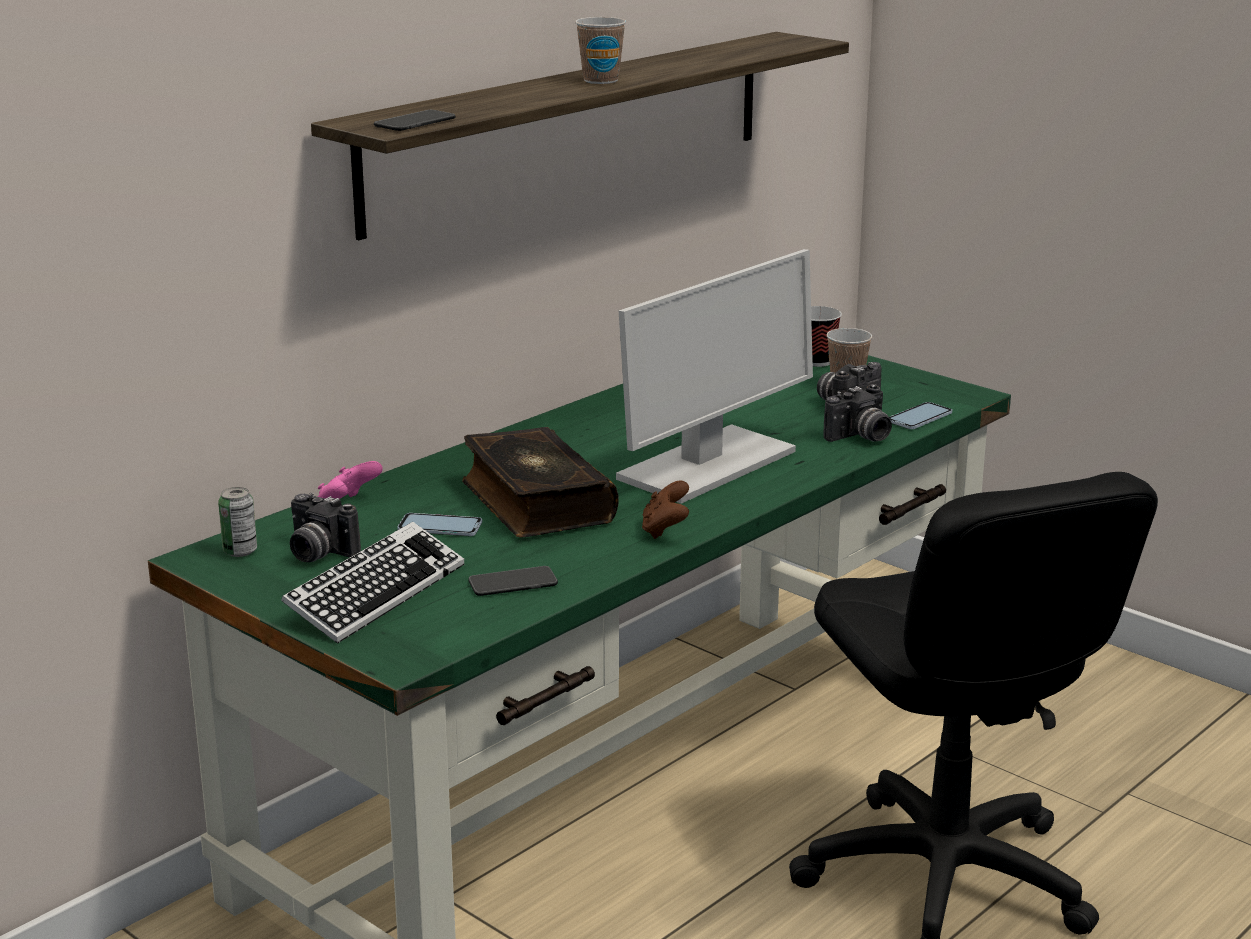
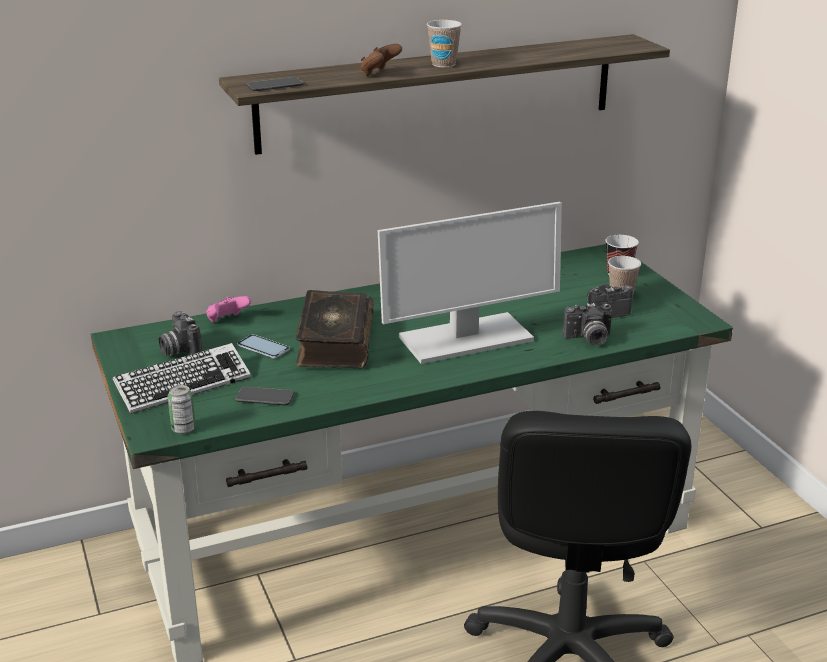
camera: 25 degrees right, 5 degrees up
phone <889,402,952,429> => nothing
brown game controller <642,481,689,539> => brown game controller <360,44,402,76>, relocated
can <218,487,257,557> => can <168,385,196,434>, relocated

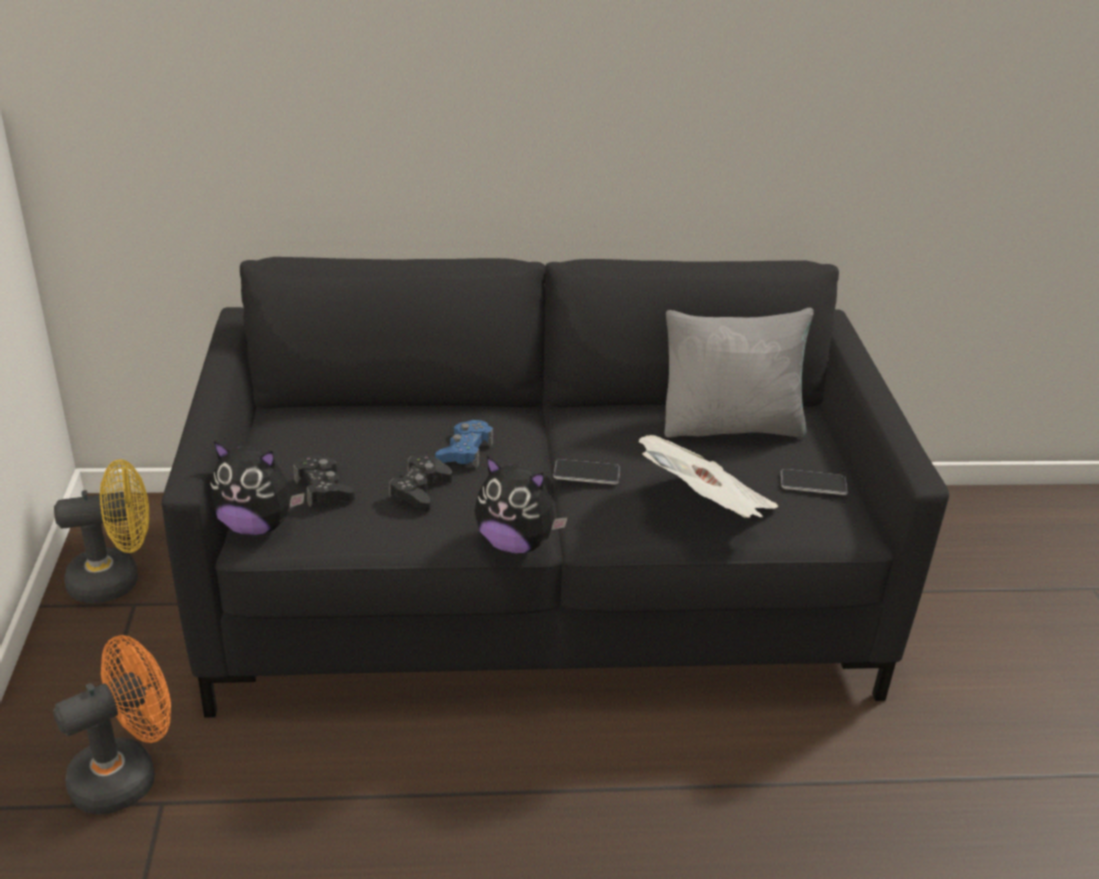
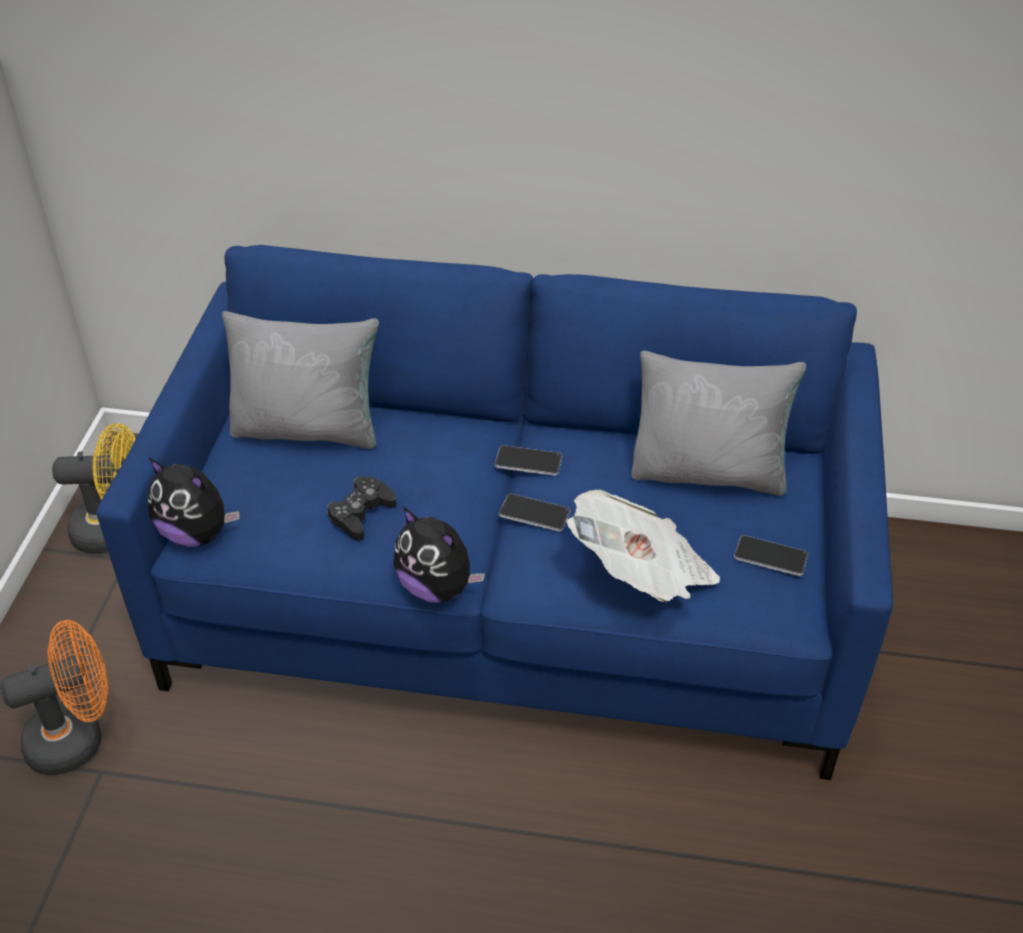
camera: 15 degrees right, 10 degrees up
black sofa <162,257,949,718> => blue sofa <97,245,893,780>
blue game controller <435,420,493,469> => nothing
black game controller <293,455,355,507> => nothing
nothing => grey pillow <222,311,379,449>
nothing => phone <495,445,562,476>

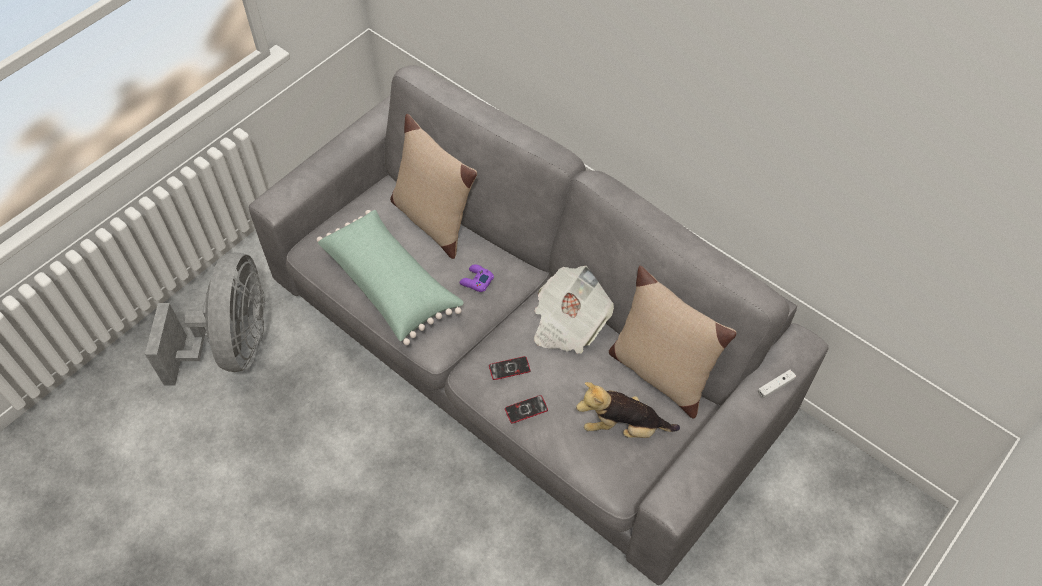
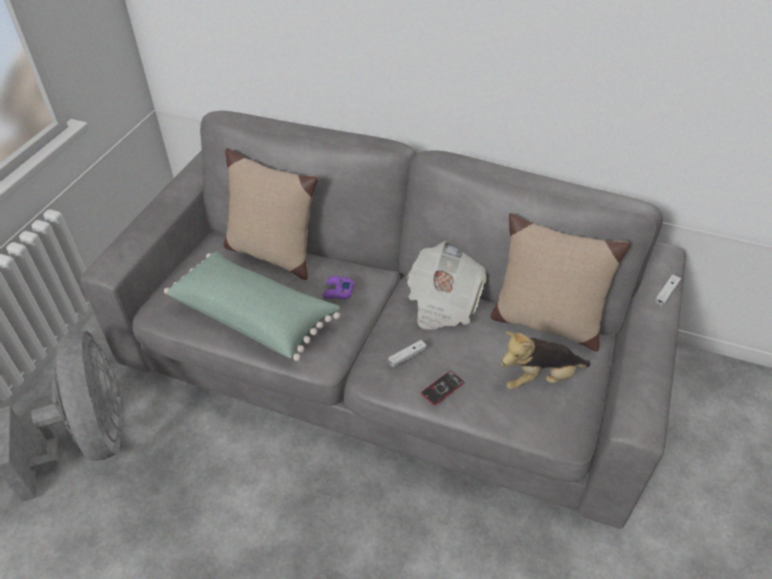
camera: 20 degrees left, 10 degrees down
phone <489,356,531,380> => white game controller <388,340,427,367>

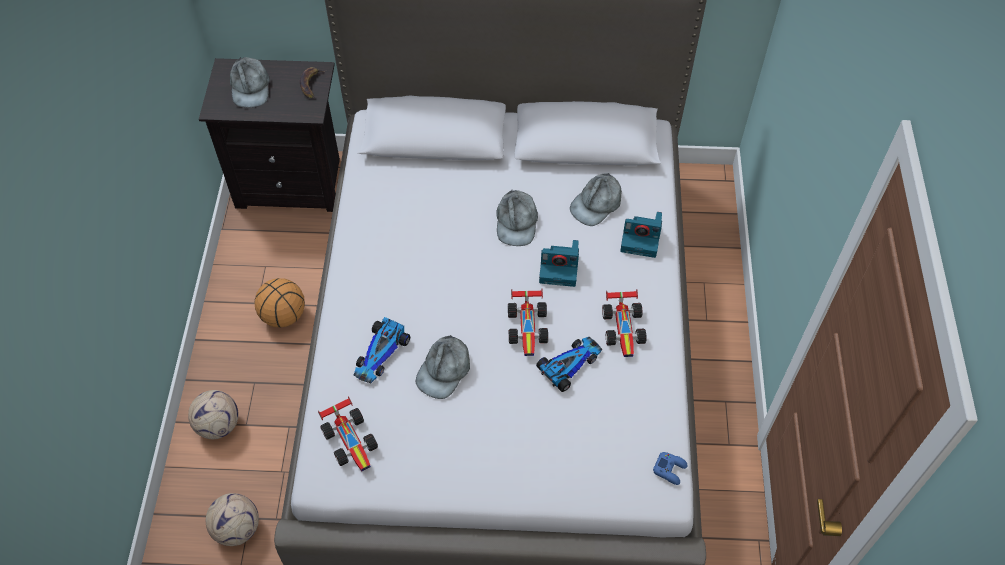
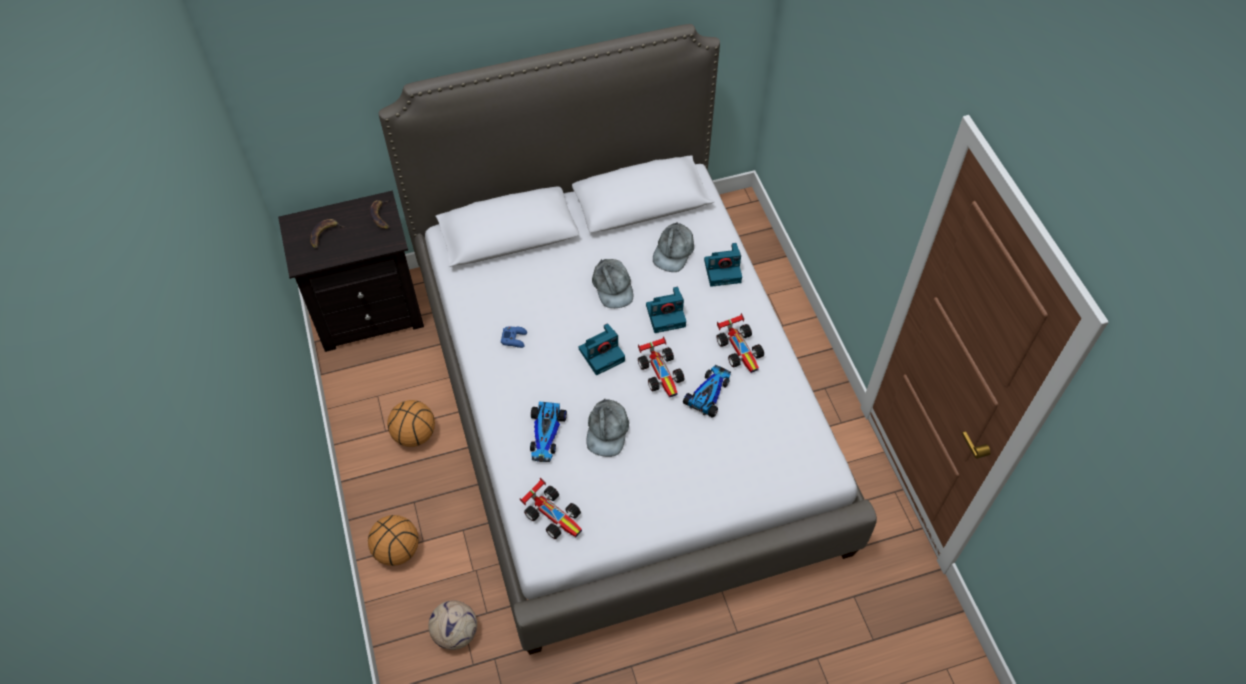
camera: 20 degrees left, 0 degrees up
grey cap <230,57,270,108> => banana <310,219,345,249>
football <188,390,239,439> => basketball <368,515,419,566>
blue game controller <653,452,687,485> => blue game controller <501,326,527,348>, relocated
nothing => photo camera <579,323,625,375>

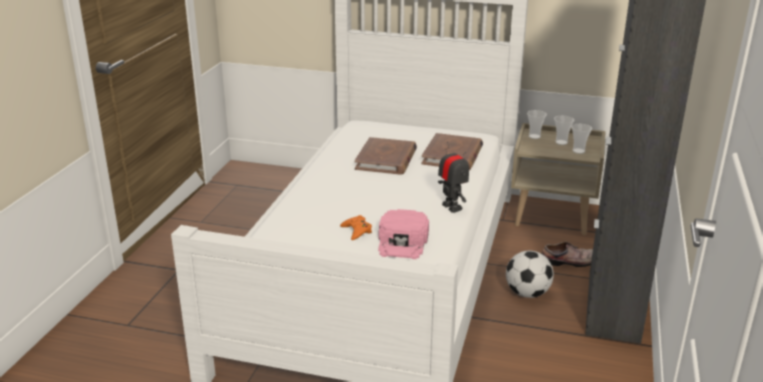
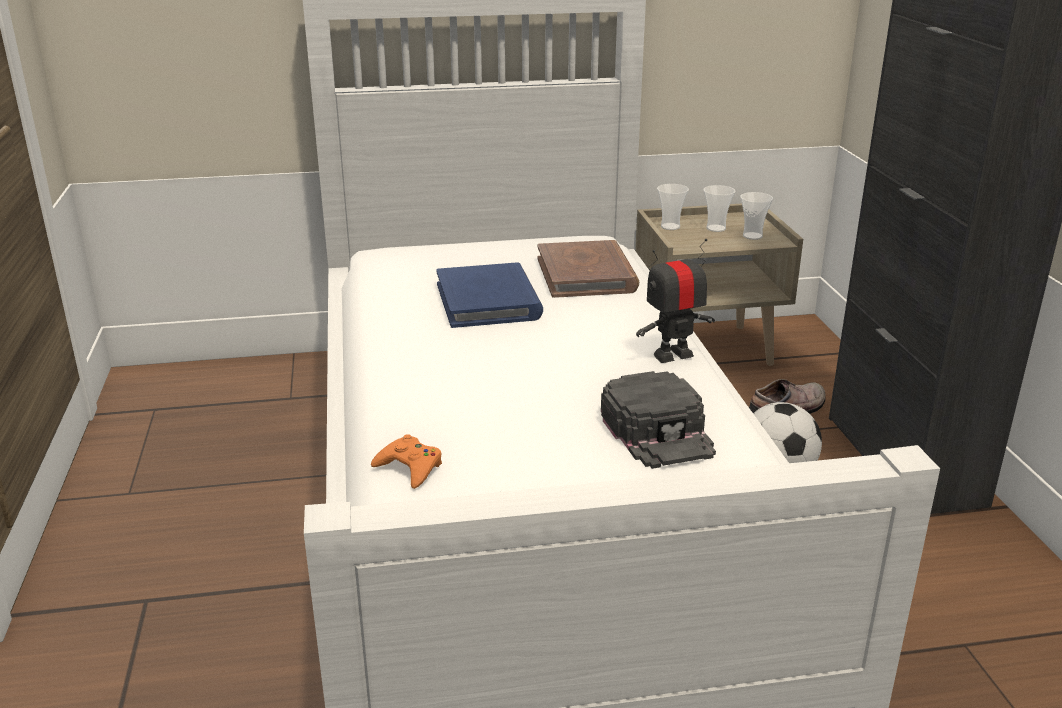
camera: 25 degrees left, 0 degrees up
brown book <355,137,417,175> => blue book <436,262,543,328>
toy robot <438,141,469,213> => toy robot <636,239,715,363>, 60 degrees counterclockwise
pink cap <378,209,429,259> => black cap <601,371,716,469>
orange game controller <340,215,372,240> => orange game controller <371,434,442,489>, relocated

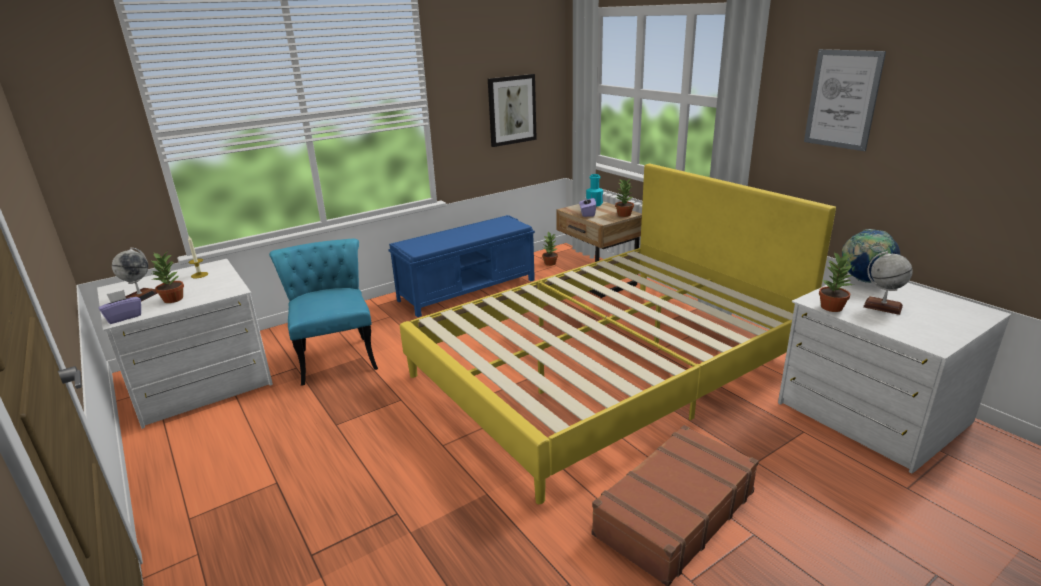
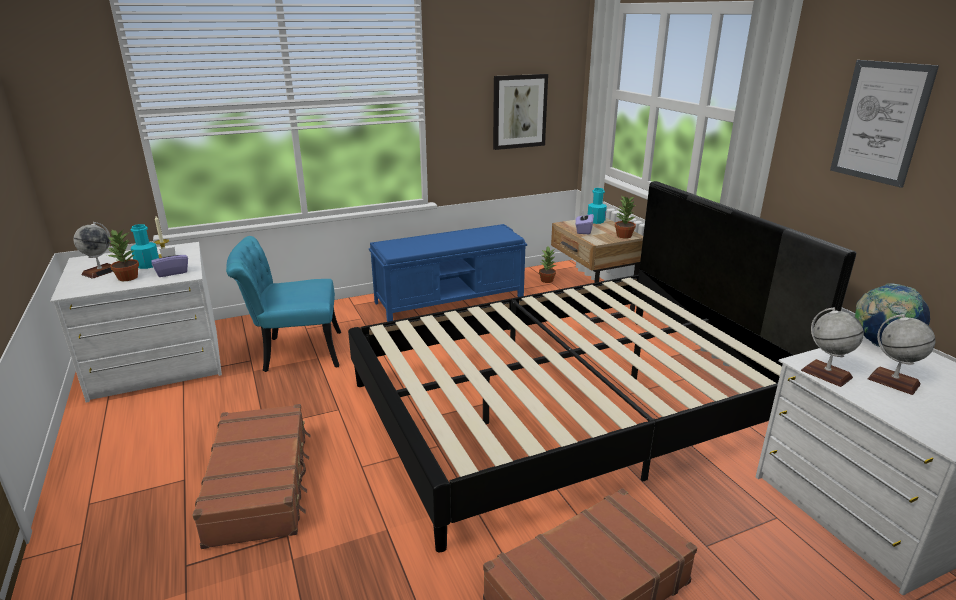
camera: 10 degrees right, 0 degrees up
yellow bed <400,164,836,504> => black bed <348,181,856,552>
turquoise chair <269,239,378,386> => turquoise chair <226,236,341,372>, 90 degrees counterclockwise
potted plant <819,252,853,312> => globe <801,308,864,387>
purple tissue box <99,290,141,324> => purple tissue box <151,247,188,277>, relocated
nothing => turquoise bottle <131,224,159,269>
nothing => brown suitcase <193,404,311,549>

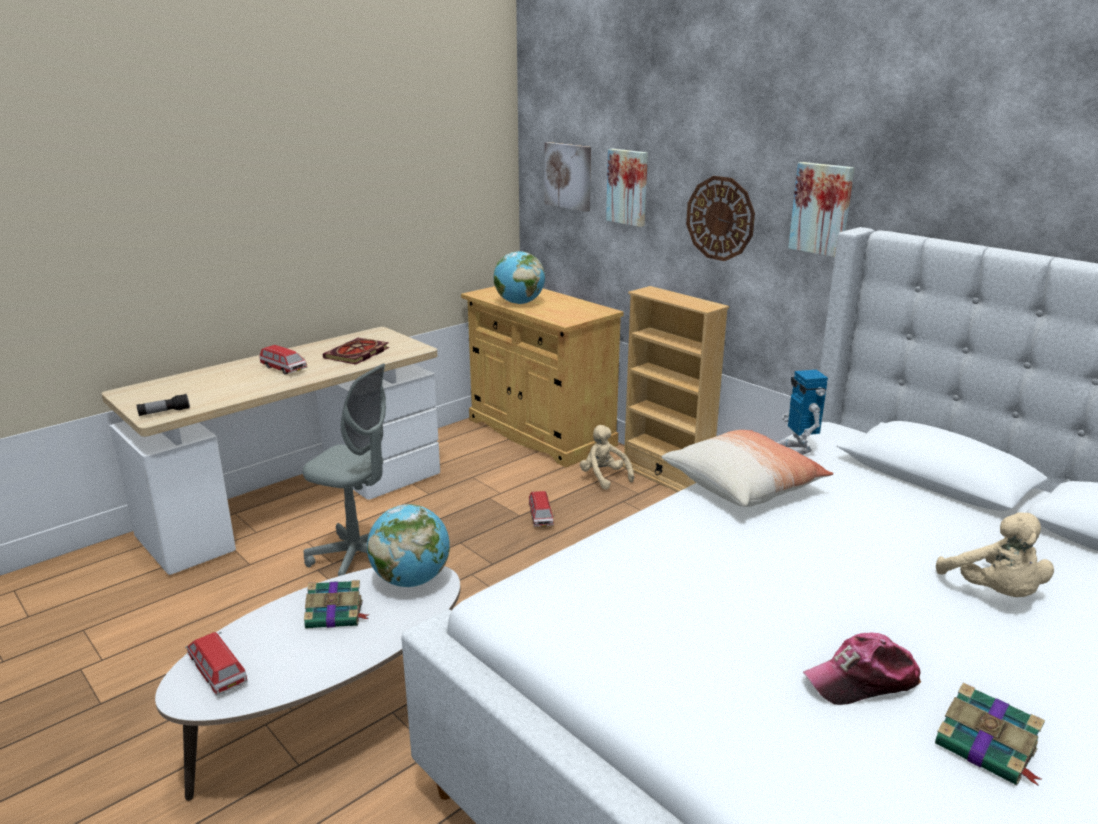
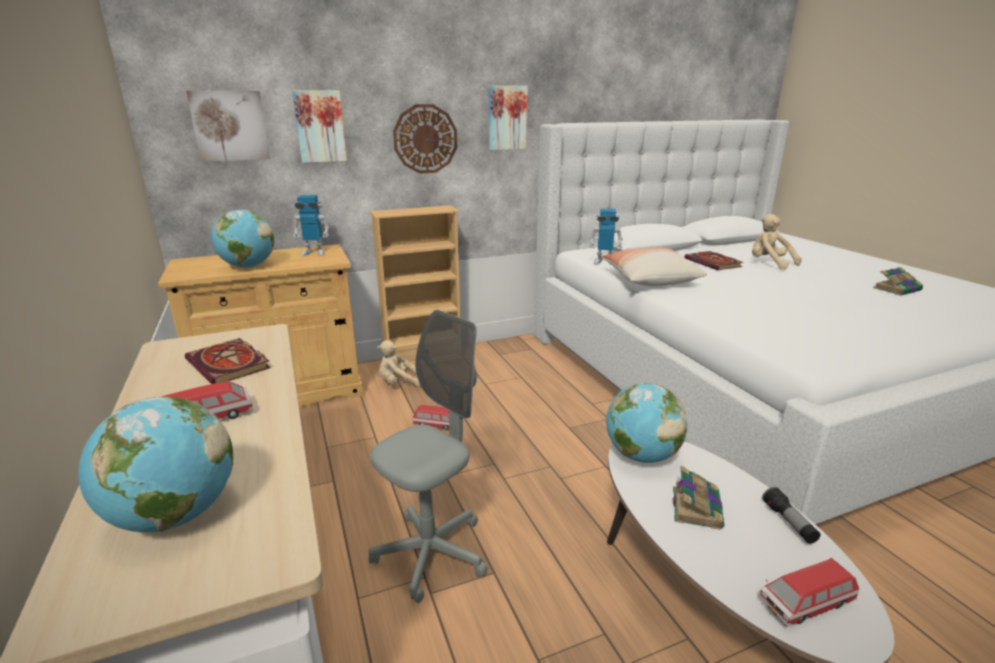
camera: 70 degrees left, 0 degrees up
flashlight <137,394,190,416> => flashlight <762,487,821,544>, relocated
beige plush toy <936,512,1054,597> => beige plush toy <752,214,802,270>, 135 degrees counterclockwise
cap <803,633,921,705> => nothing
nothing => toy robot <293,195,330,257>
nothing => book <684,251,743,270>
nothing => globe <78,396,233,532>

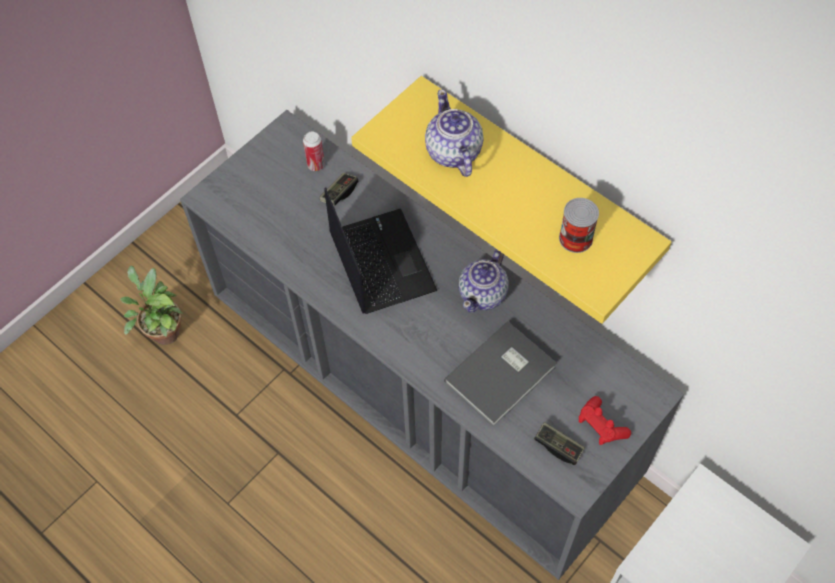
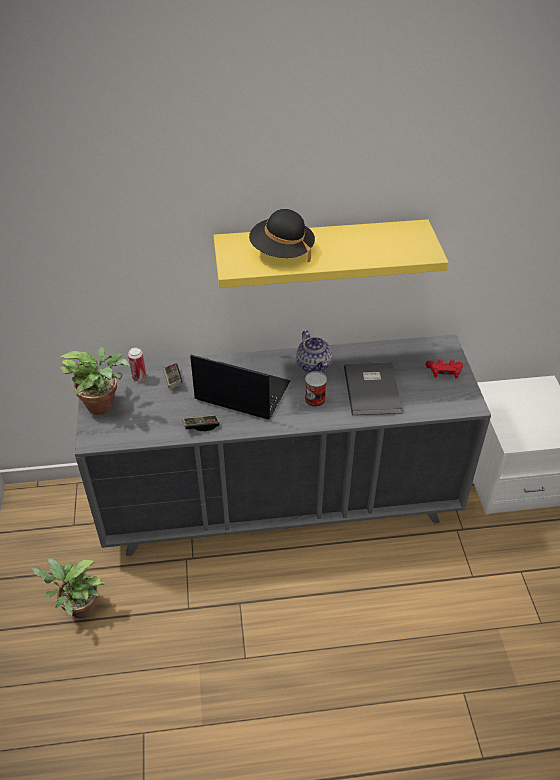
camera: 50 degrees left, 15 degrees down
teapot <425,89,484,177> => black hat <249,209,315,262>
can <559,198,599,253> => can <305,371,327,407>, relocated
game controller <534,422,585,465> => game controller <182,415,220,431>, relocated
nothing => potted plant <58,347,130,415>

